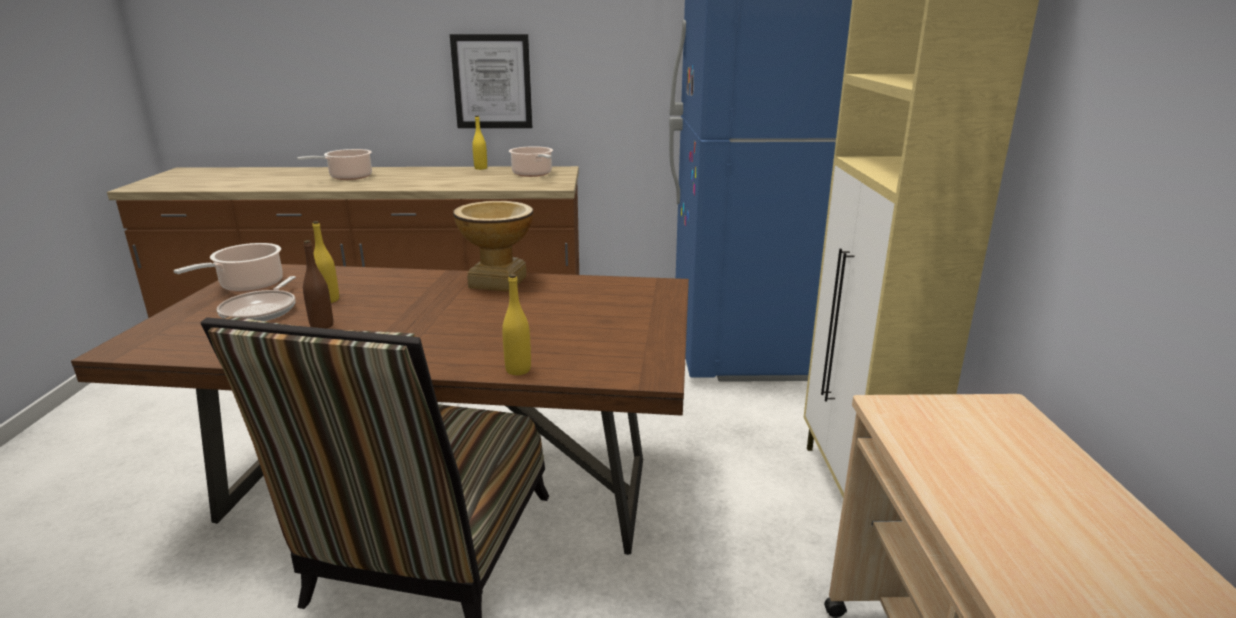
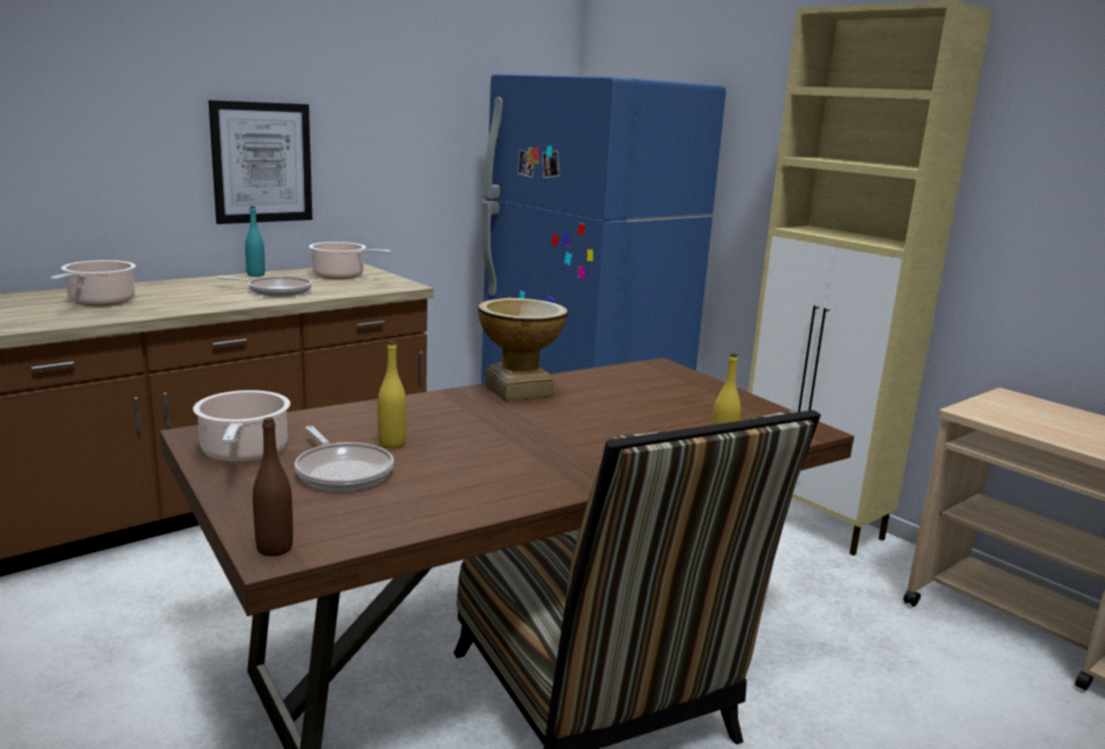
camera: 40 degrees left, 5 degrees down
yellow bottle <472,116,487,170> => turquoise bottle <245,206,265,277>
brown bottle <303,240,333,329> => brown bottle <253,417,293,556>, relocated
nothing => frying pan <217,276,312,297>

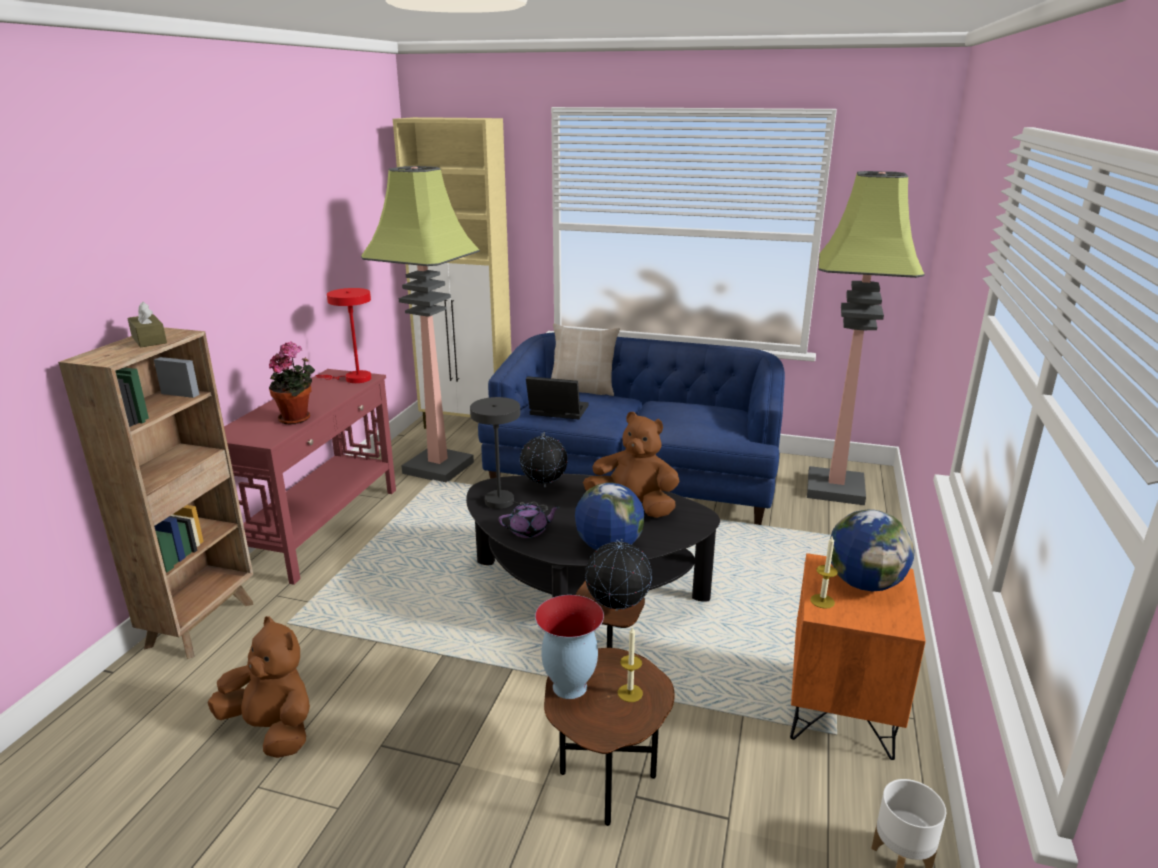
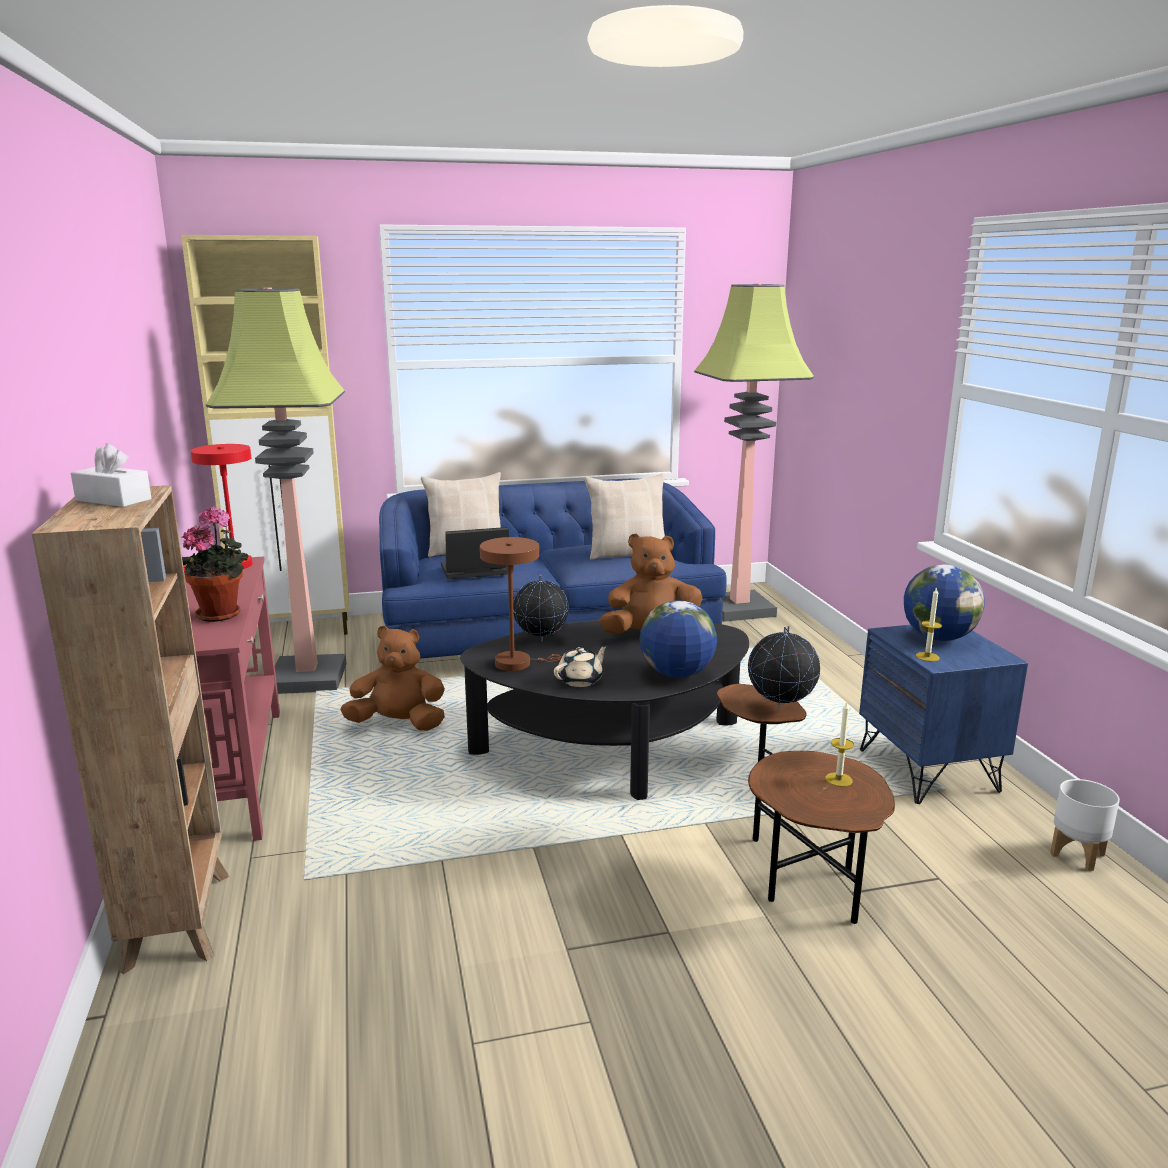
camera: 30 degrees left, 5 degrees down
brown tissue box <127,301,167,347> => white tissue box <71,443,152,507>
grey table lamp <470,397,548,512> => brown table lamp <480,537,562,671>
purple teapot <499,504,560,538> => beige teapot <554,645,608,687>
orange nightstand <790,553,926,760> => blue nightstand <859,625,1028,804>
vase <535,595,604,699> => nothing
brown plush toy <207,616,310,758> => brown plush toy <340,626,445,731>, relocated
nothing => beige pillow <584,473,665,560>

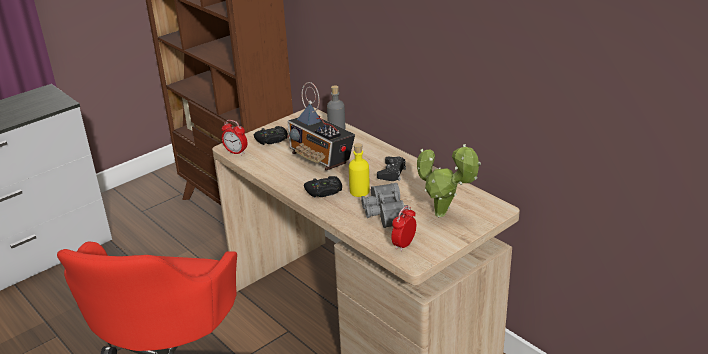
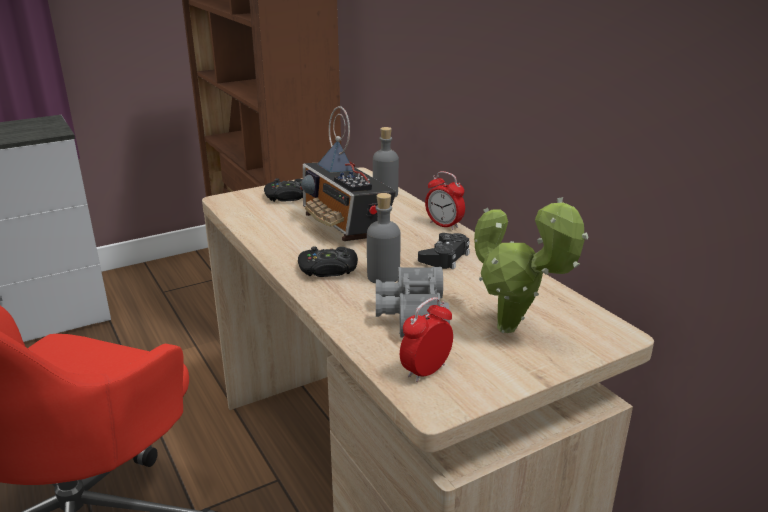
camera: 10 degrees right, 5 degrees down
alarm clock <222,120,247,156> => alarm clock <425,171,465,230>, relocated
yellow bottle <349,143,370,197> => grey bottle <367,193,401,283>

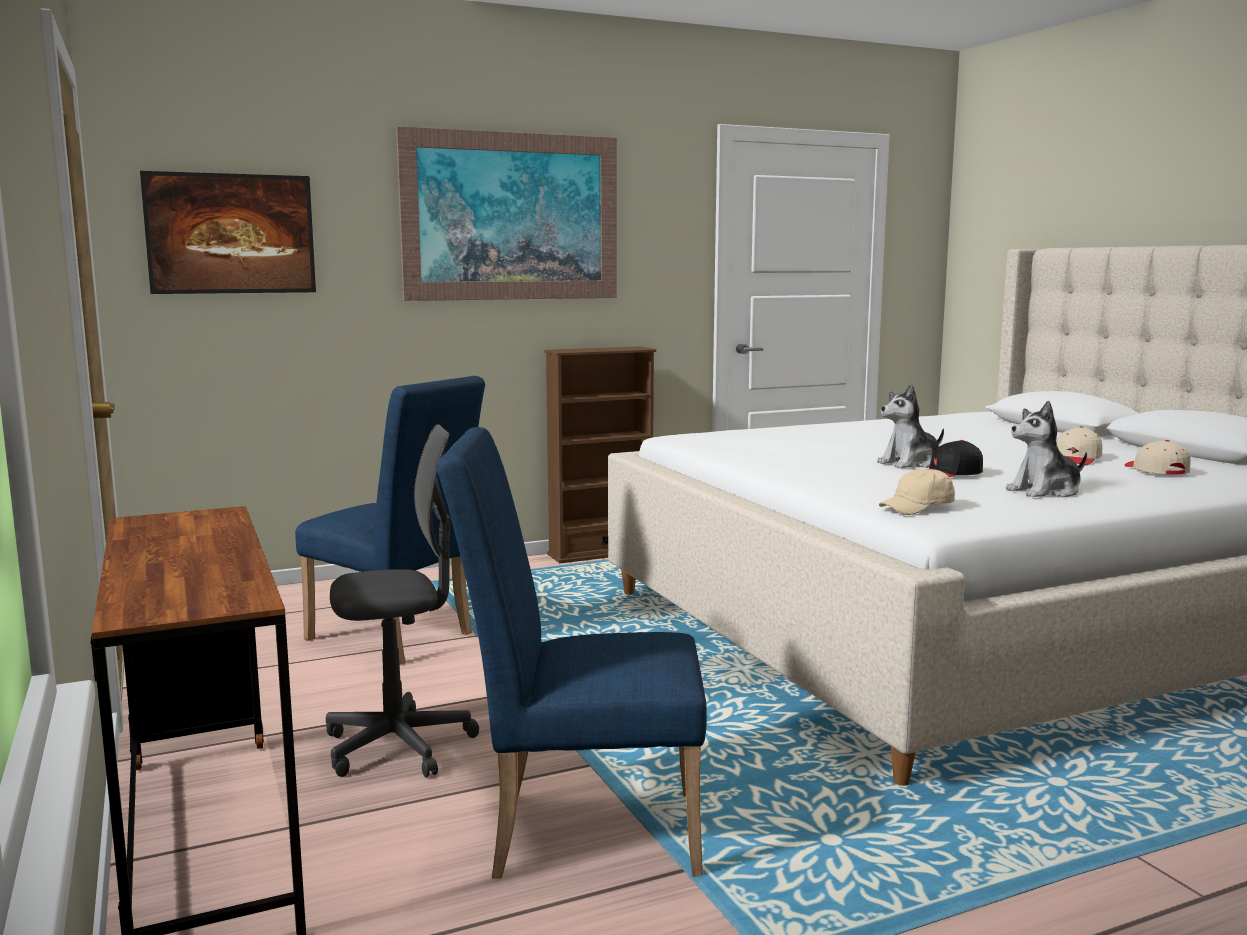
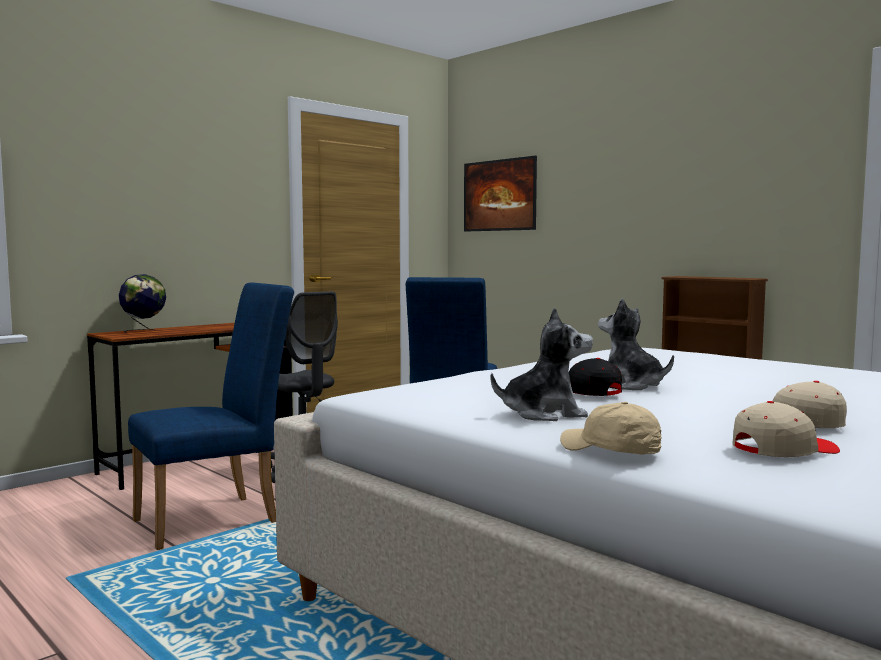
camera: 70 degrees right, 5 degrees down
picture <396,126,617,301> => nothing
plush toy <1006,401,1087,497> => plush toy <491,307,593,421>, 120 degrees clockwise
blue chair <436,427,707,879> => blue chair <128,282,294,550>, 75 degrees clockwise
beige cap <879,468,955,515> => beige cap <560,402,662,455>, relocated
nothing => globe <119,274,166,332>

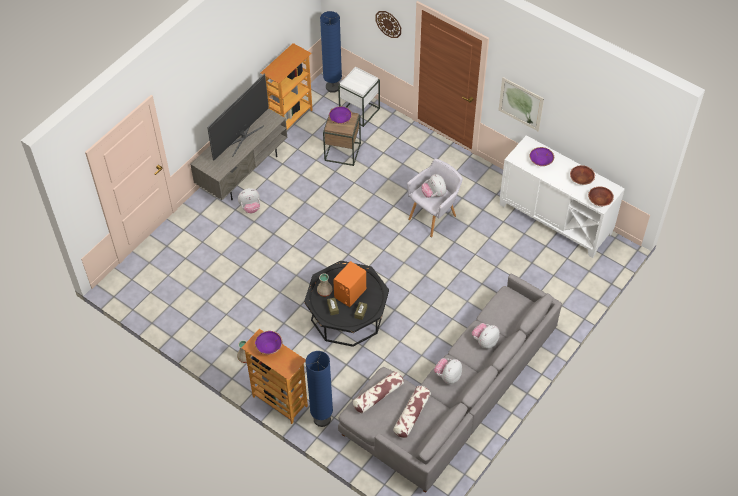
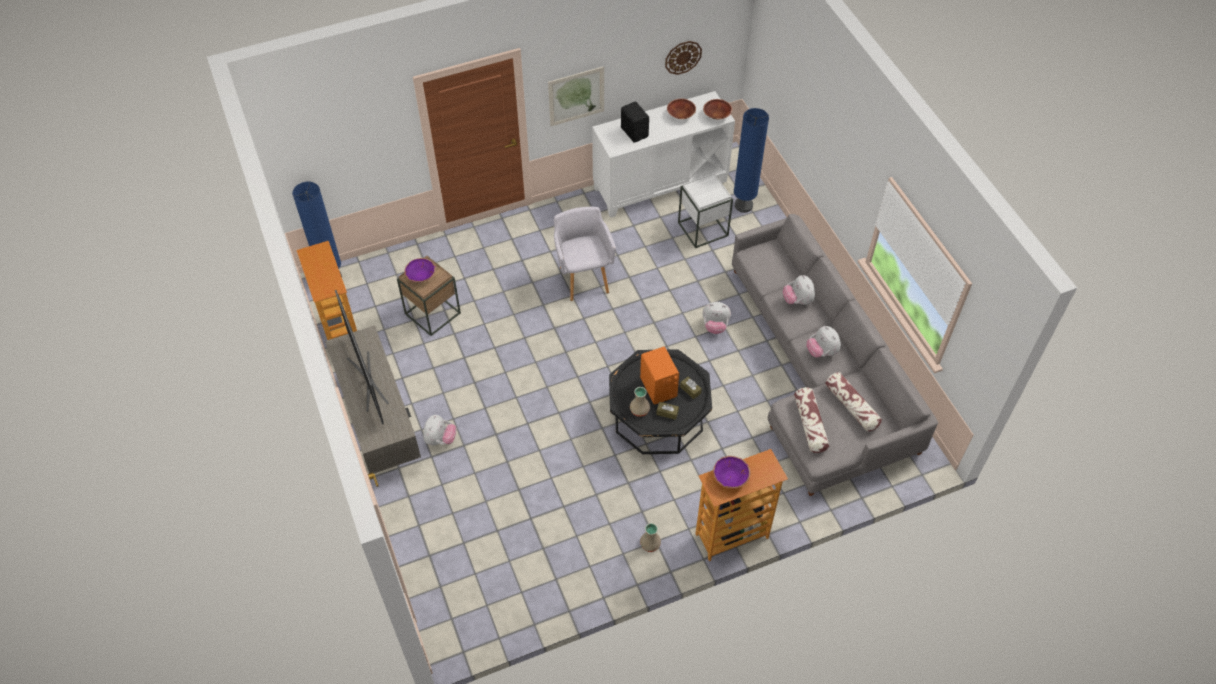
camera: 60 degrees left, 0 degrees up
wall clock <375,11,401,38> => wall clock <665,41,702,75>, relocated
white side table <338,67,380,127> => white side table <678,173,733,248>, relocated
purple bowl <530,147,554,166> => black speaker <621,101,649,143>
plush toy <421,174,447,198> => plush toy <703,302,731,334>, relocated
blue floor lamp <305,351,333,427> => blue floor lamp <734,108,769,213>, relocated

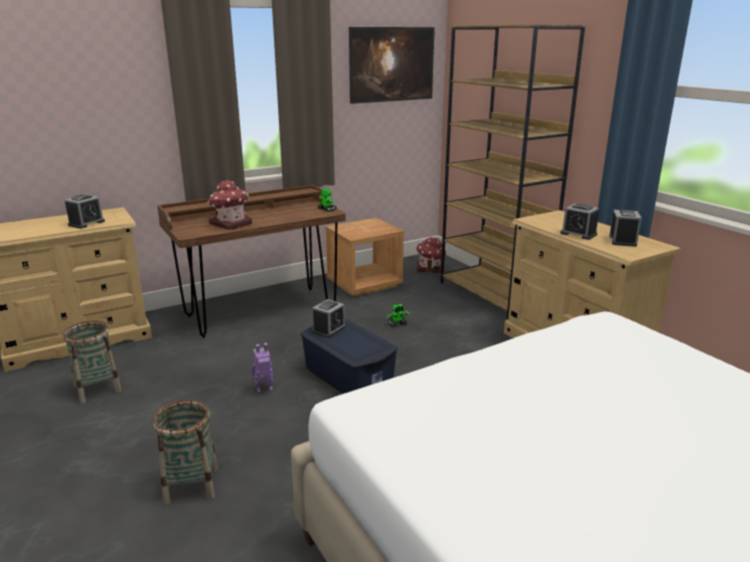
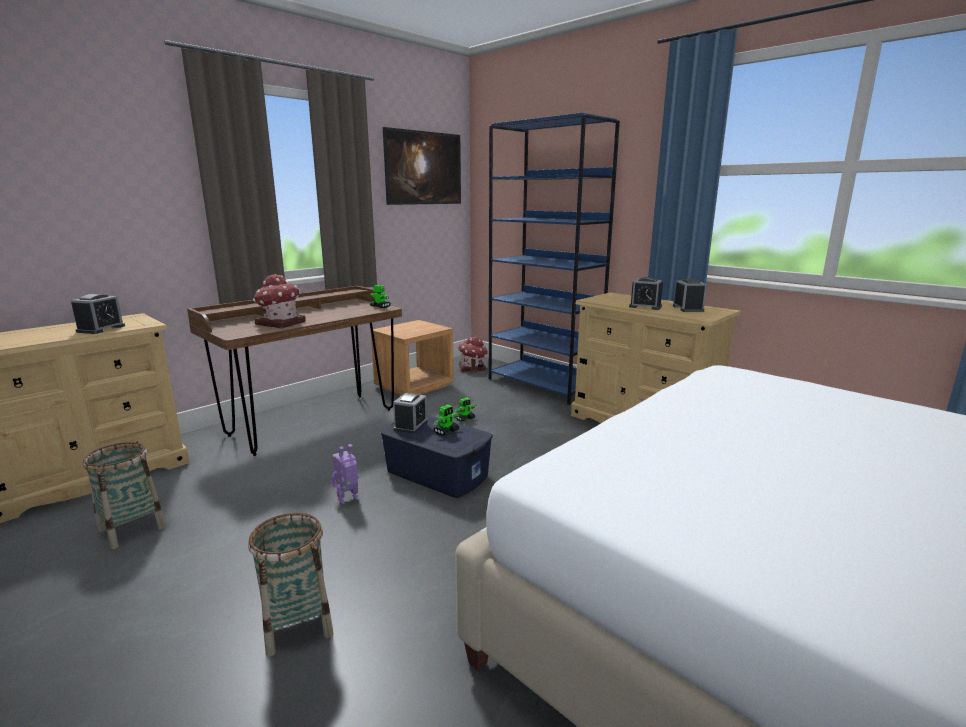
camera: 15 degrees left, 5 degrees down
brown bookcase <440,24,585,320> => blue bookcase <489,113,620,405>
nothing => toy robot <433,404,459,436>

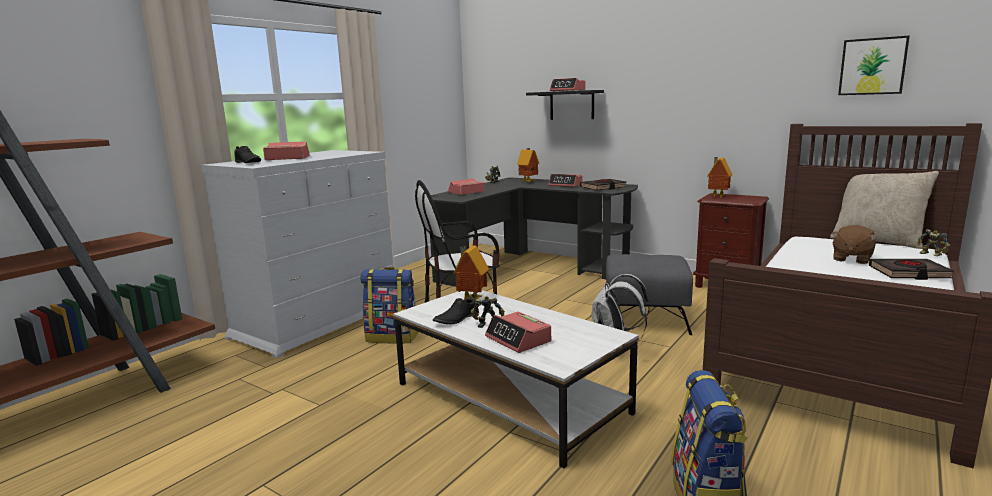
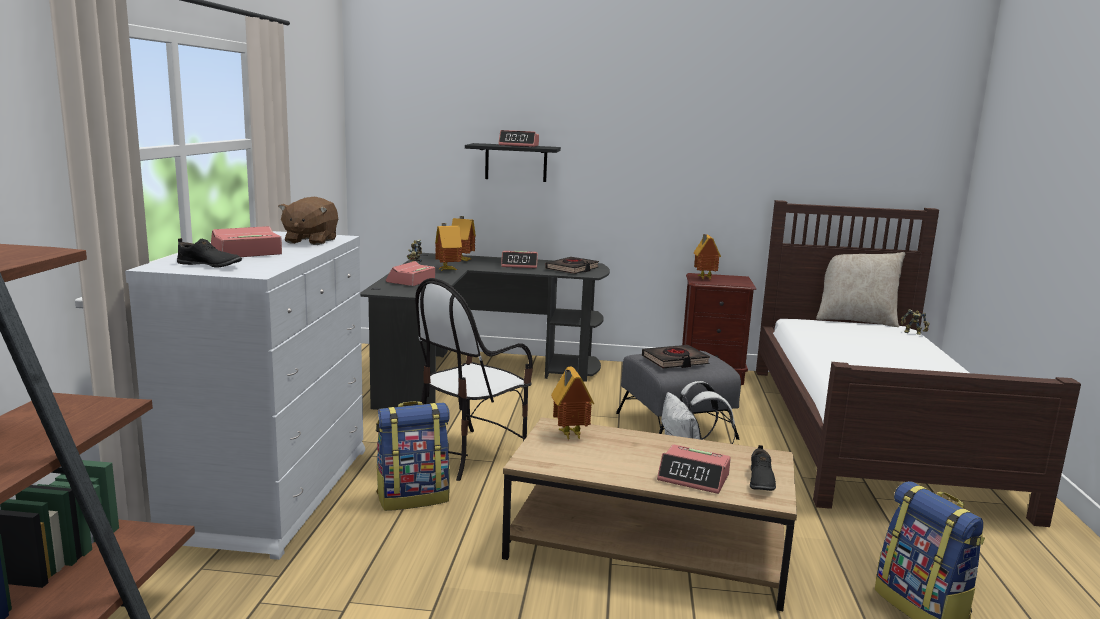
camera: 30 degrees left, 0 degrees up
picture <838,35,910,95> => nothing
brown plush toy <831,225,877,264> => brown plush toy <278,197,338,245>, relocated
black book <869,259,954,280> => black book <642,345,710,369>, relocated
white coffee table <393,290,639,468> => brown coffee table <502,417,797,611>
black shoe <433,294,479,324> => black shoe <750,445,776,491>, relocated
toy robot <471,296,505,328> => nothing
nothing => toy house <435,223,462,271>

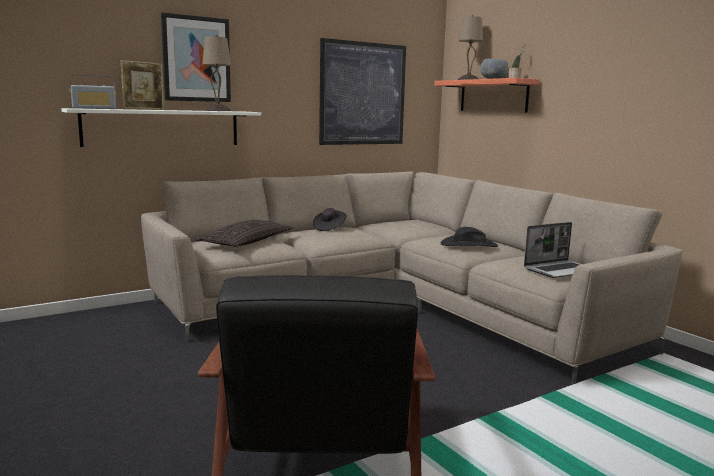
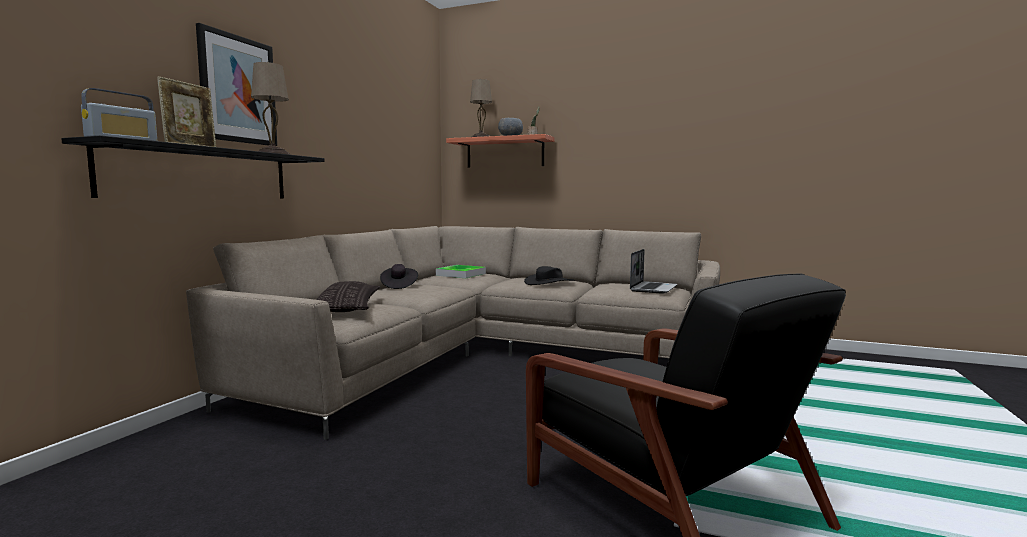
camera: 35 degrees left, 5 degrees down
picture <319,38,406,145> => nothing
white shelf <61,108,261,147> => black shelf <61,136,325,198>
nothing => tray <436,265,486,278>

